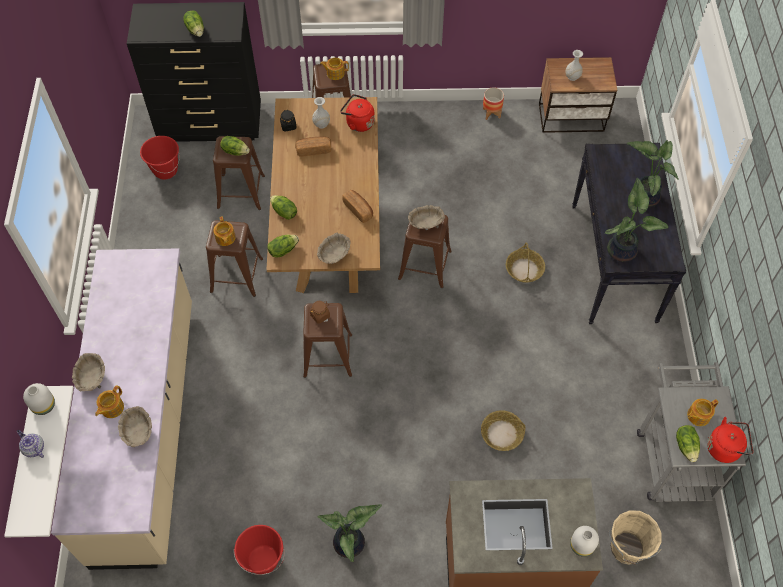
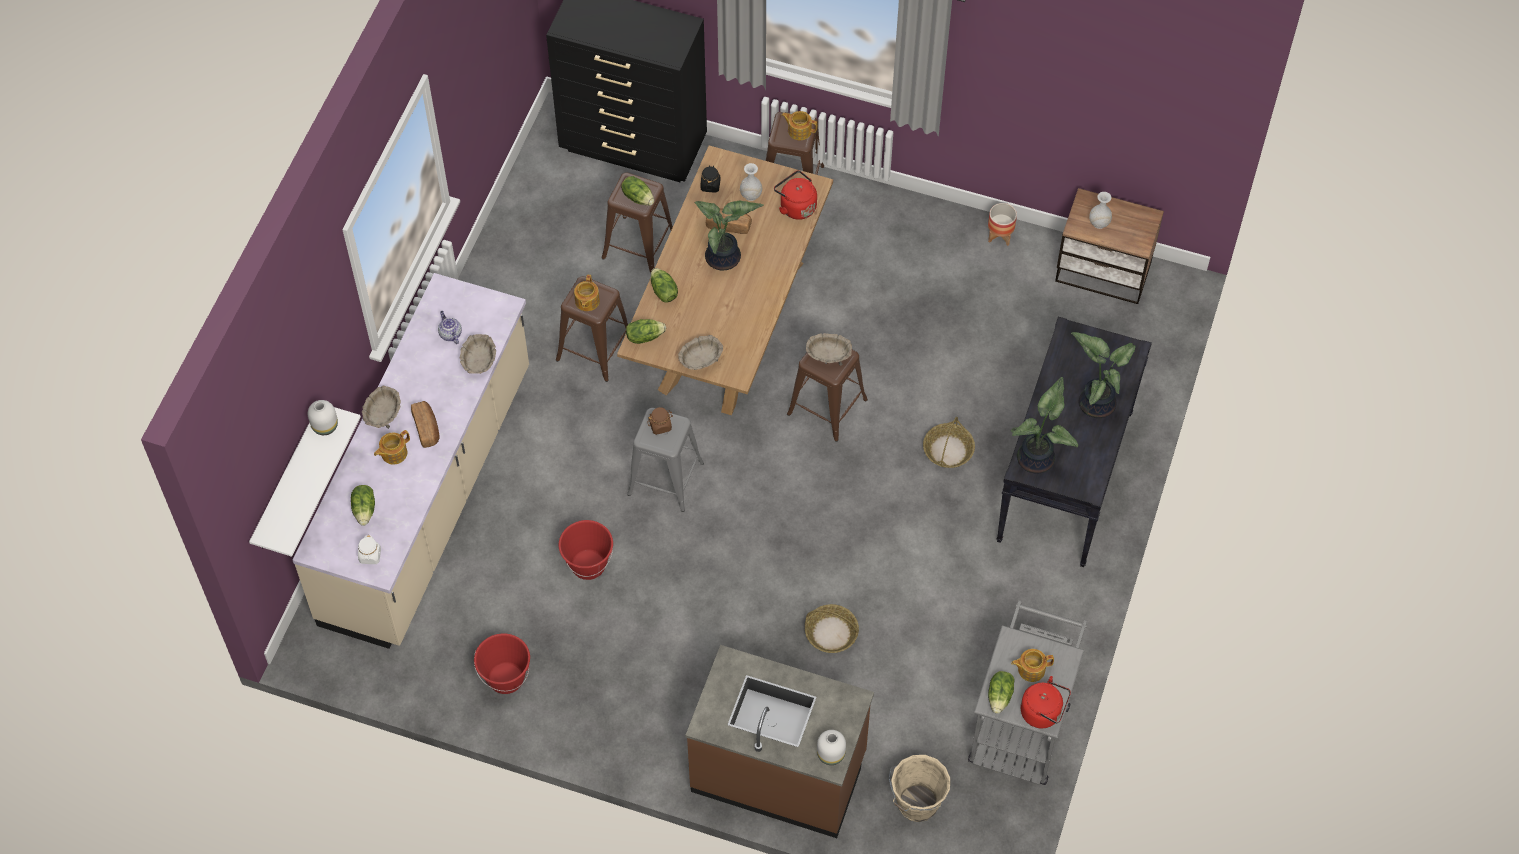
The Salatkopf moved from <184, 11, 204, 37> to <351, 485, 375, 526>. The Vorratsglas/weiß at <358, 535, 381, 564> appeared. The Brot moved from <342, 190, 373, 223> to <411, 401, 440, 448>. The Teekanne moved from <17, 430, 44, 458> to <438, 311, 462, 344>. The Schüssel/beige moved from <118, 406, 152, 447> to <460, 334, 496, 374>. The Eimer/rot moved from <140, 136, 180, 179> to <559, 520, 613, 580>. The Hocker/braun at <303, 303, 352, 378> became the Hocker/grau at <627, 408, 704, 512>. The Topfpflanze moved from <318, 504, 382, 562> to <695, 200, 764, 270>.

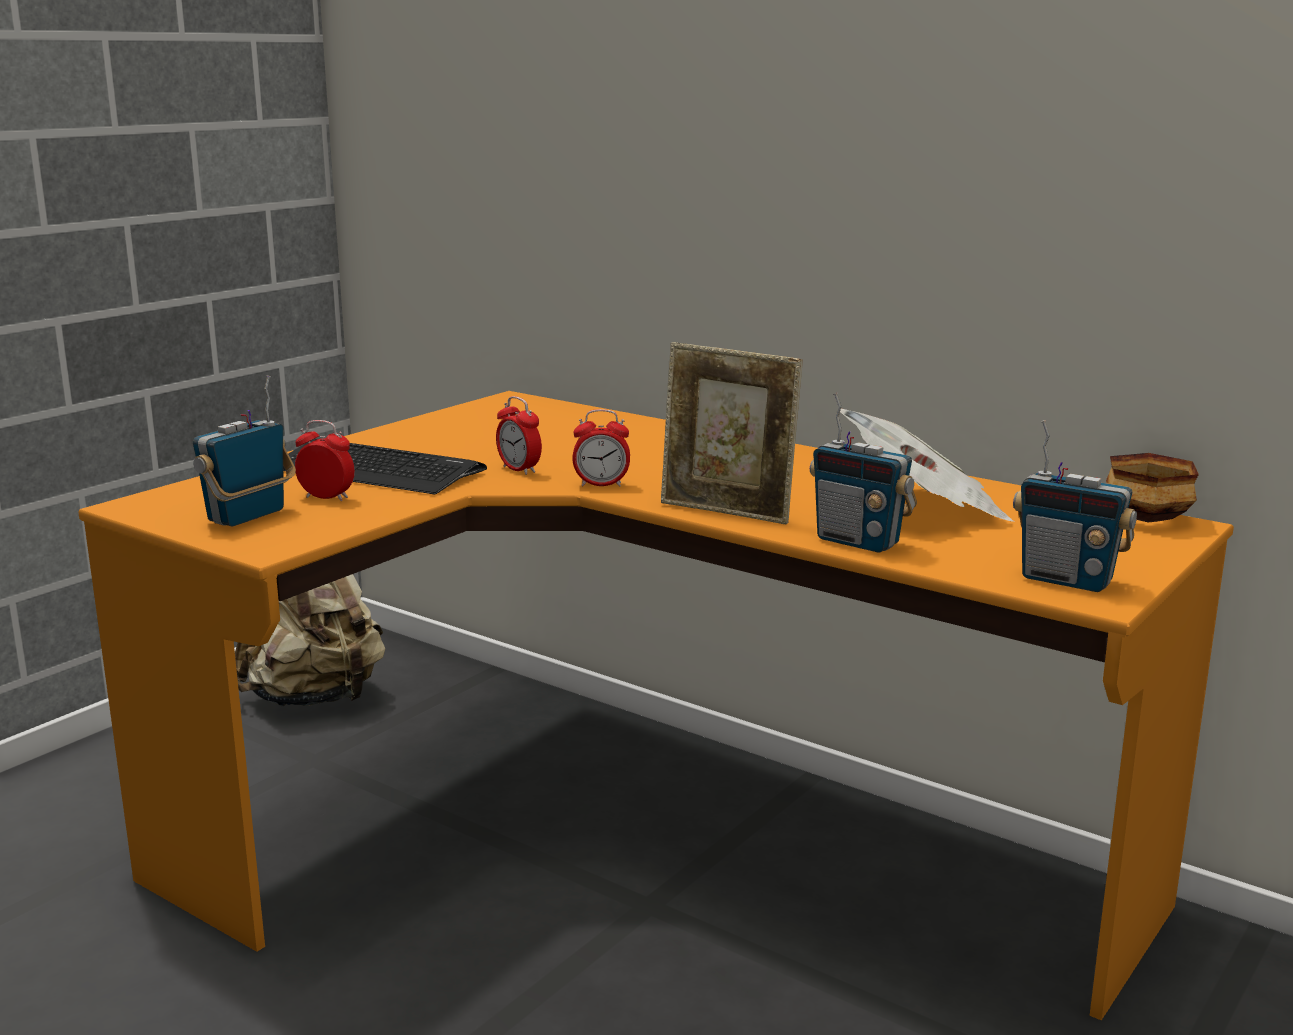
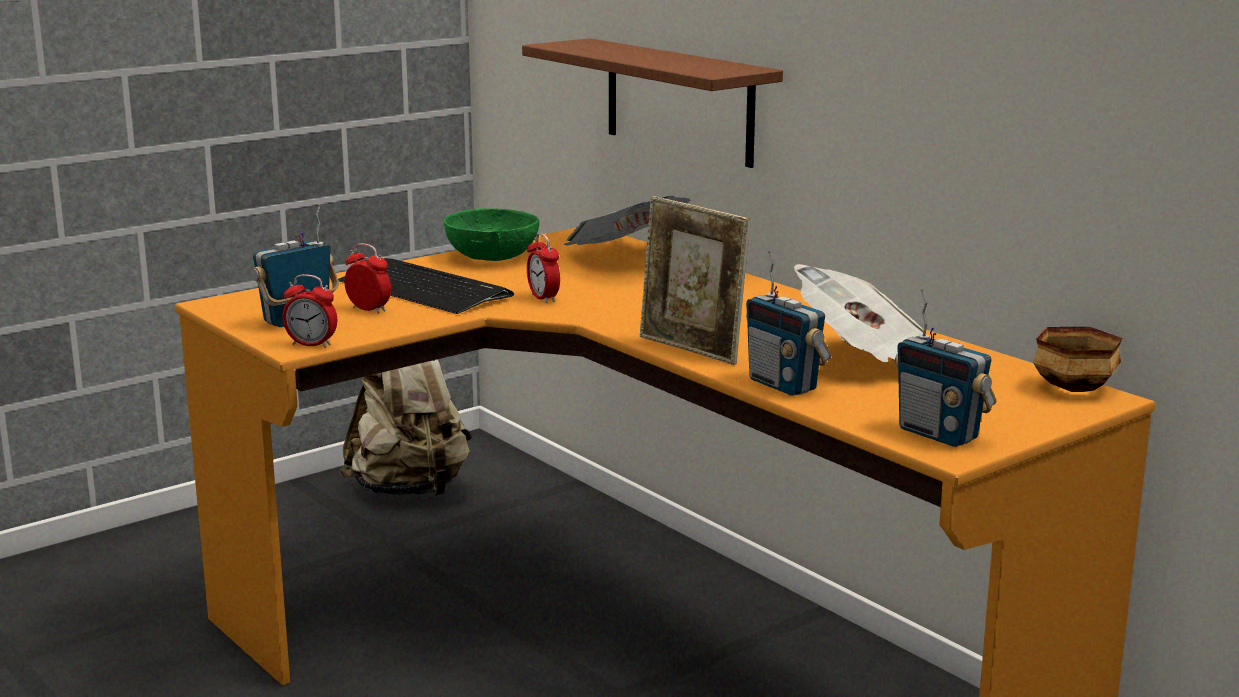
The Wecker moved from <572, 409, 630, 487> to <282, 274, 337, 348>. The Schüssel/grün at <443, 208, 539, 261> appeared. The Wandregal/braun at <522, 38, 783, 168> appeared. The Zeitung at <564, 196, 690, 245> appeared.

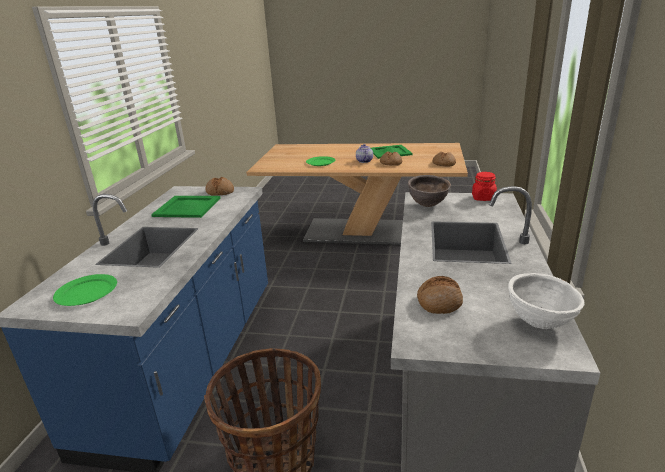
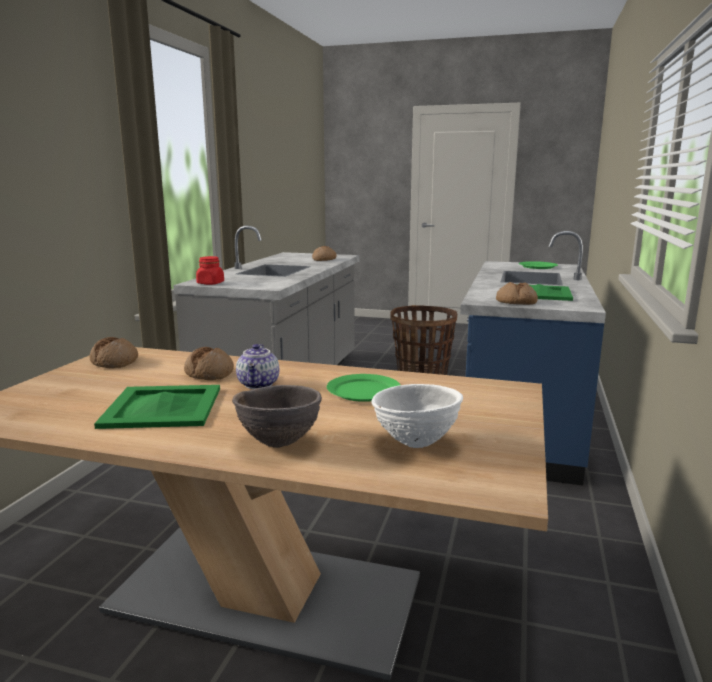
The Schüssel/braun moved from <408, 175, 451, 207> to <232, 385, 322, 448>. The Schüssel/weiß moved from <508, 273, 585, 329> to <371, 384, 463, 448>.

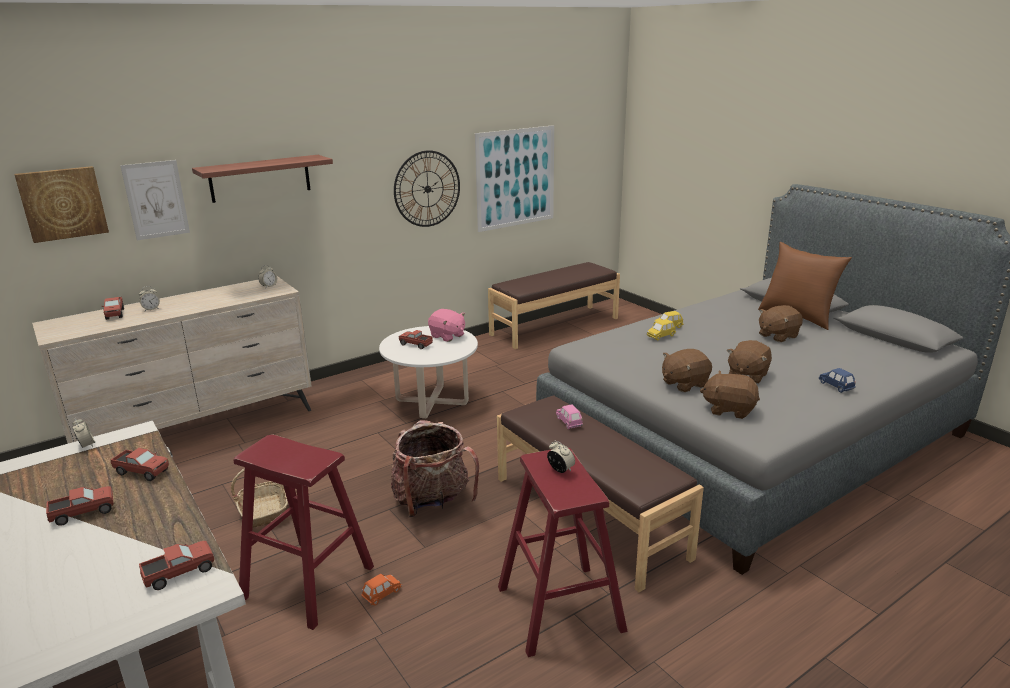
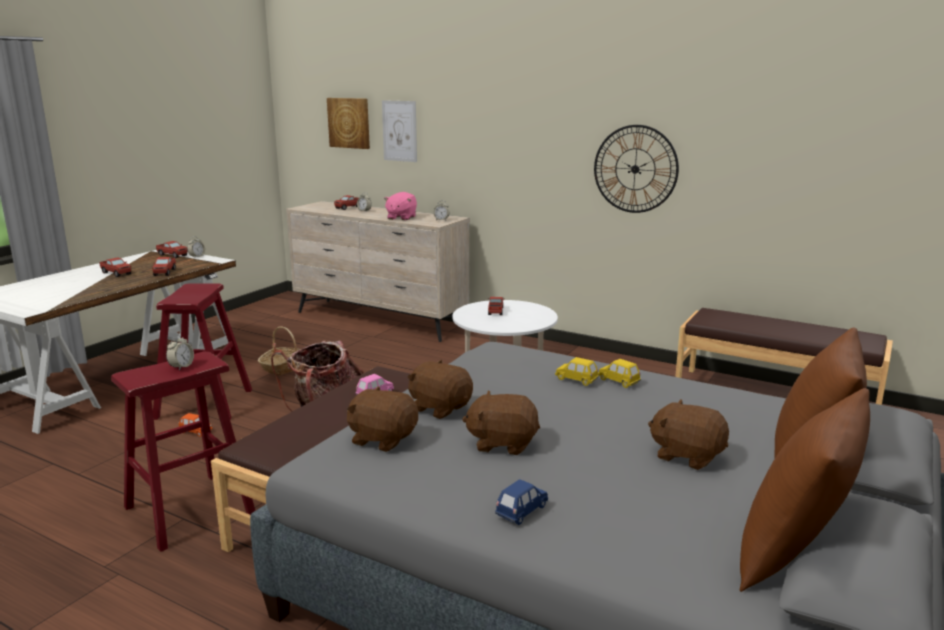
The Spielzeuglaster moved from <139, 541, 214, 590> to <156, 241, 188, 258>. The Plüschtier/braun at <700, 371, 760, 419> turned 60 degrees counterclockwise. The Plüschtier/rosa moved from <428, 309, 465, 342> to <384, 192, 417, 220>. The Kissen/braun at <740, 388, 870, 592> appeared. The Wandregal at <192, 155, 333, 203> disappeared. The Bild at <475, 125, 554, 232> disappeared.

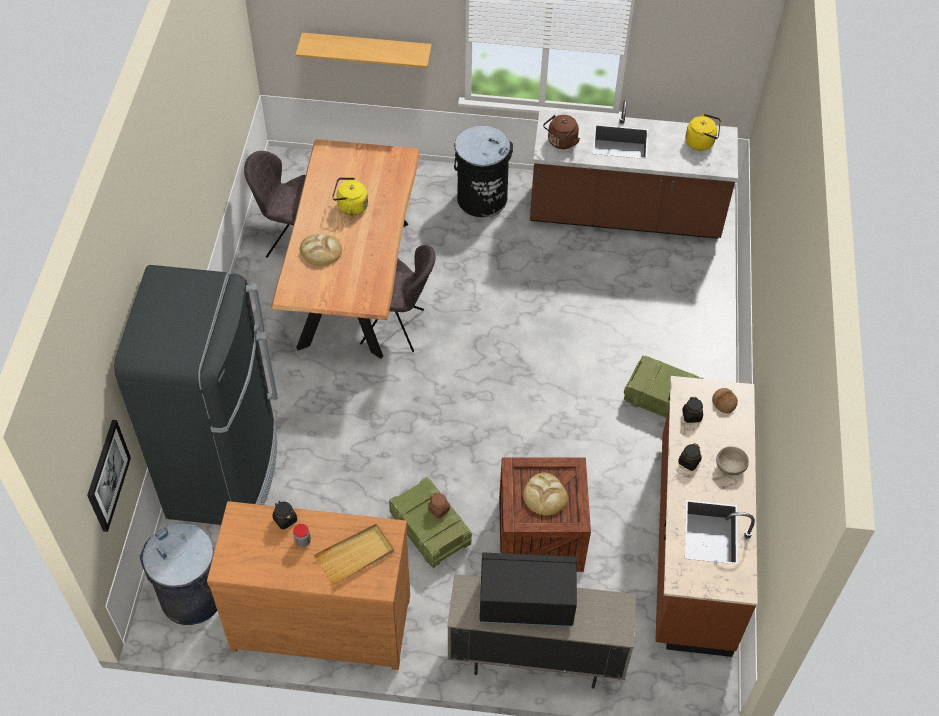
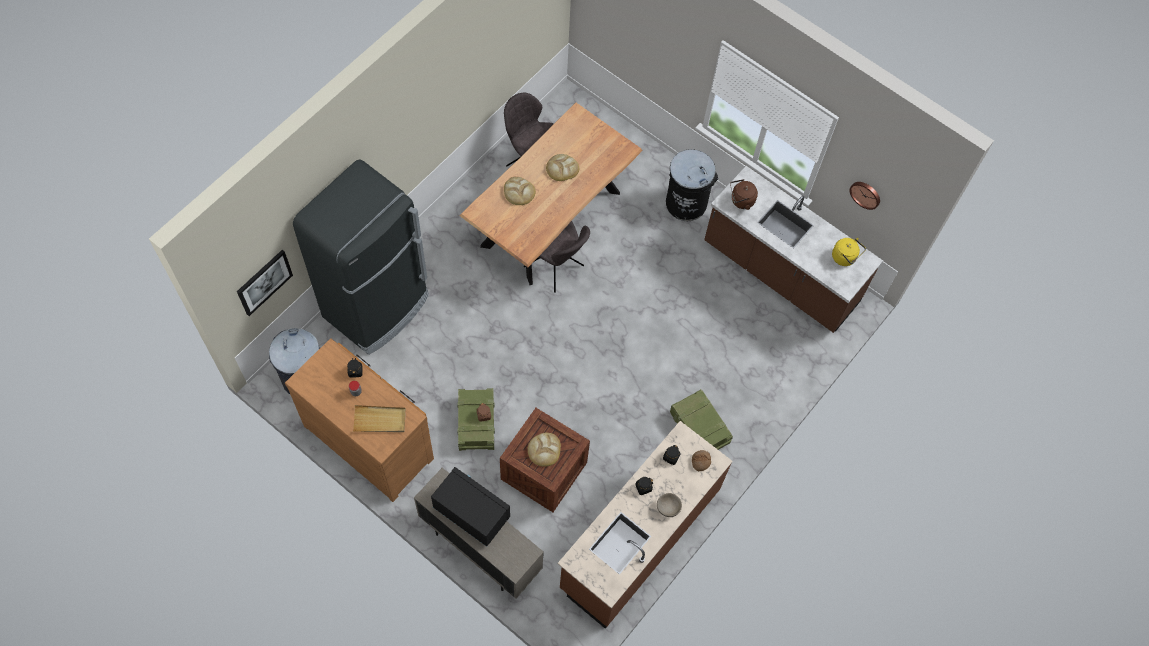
The Wasserkessel/gelb at <332, 177, 368, 215> was replaced by the Brot at <546, 154, 579, 181>. The Wanduhr at <850, 182, 880, 210> appeared. The Wandregal at <296, 33, 432, 68> disappeared.

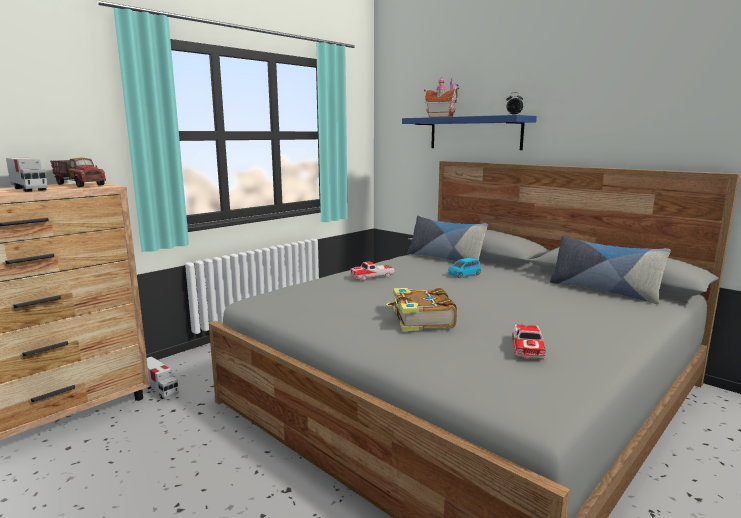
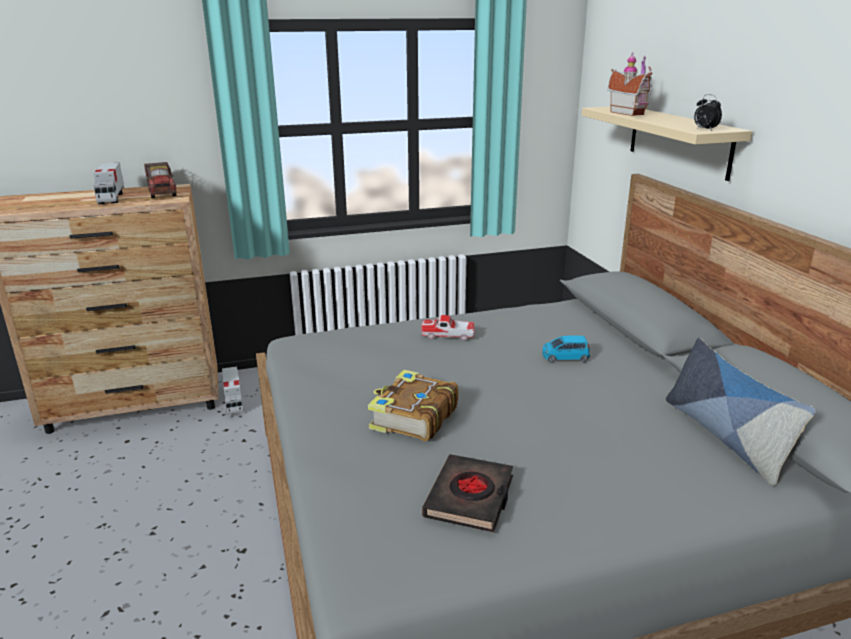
The Spielzeugauto at <512, 324, 546, 358> was replaced by the Buch/schwarz at <422, 454, 513, 532>. The Wandregal/blau at <402, 115, 537, 150> became the Wandregal/beige at <582, 107, 753, 181>. The Kissen at <408, 216, 488, 261> disappeared.

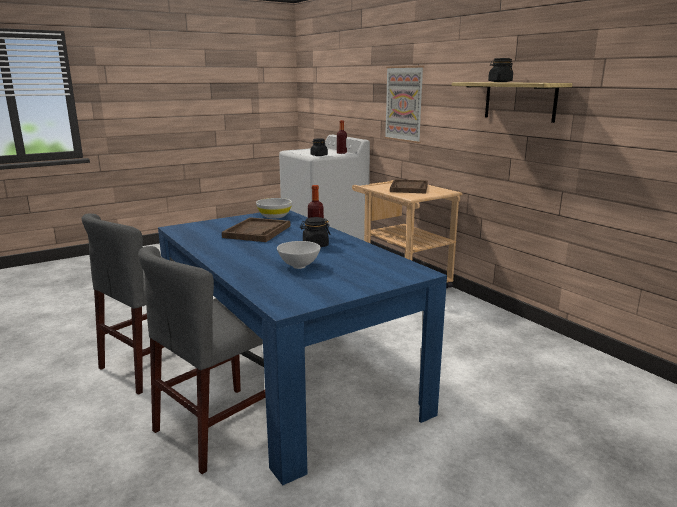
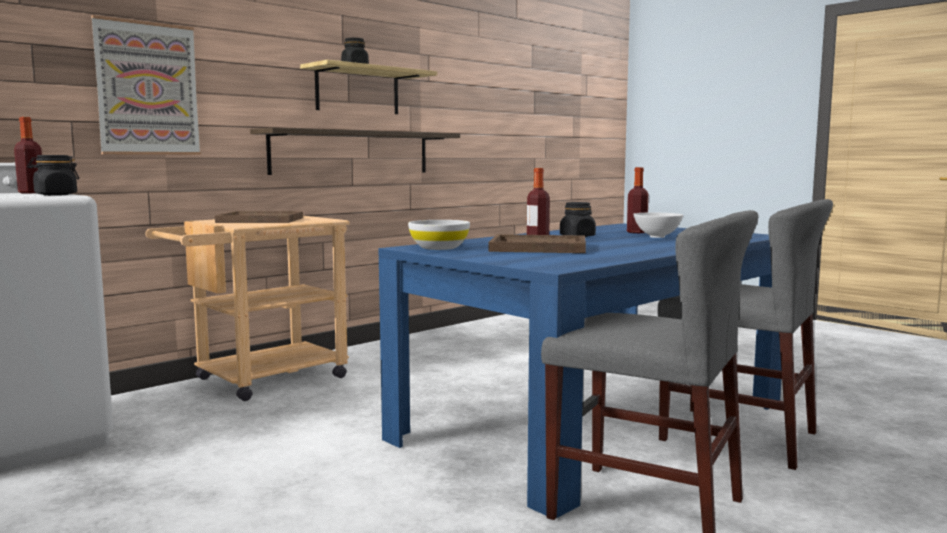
The Wandregal at <250, 128, 460, 175> appeared. The Flasche at <627, 167, 649, 233> appeared.

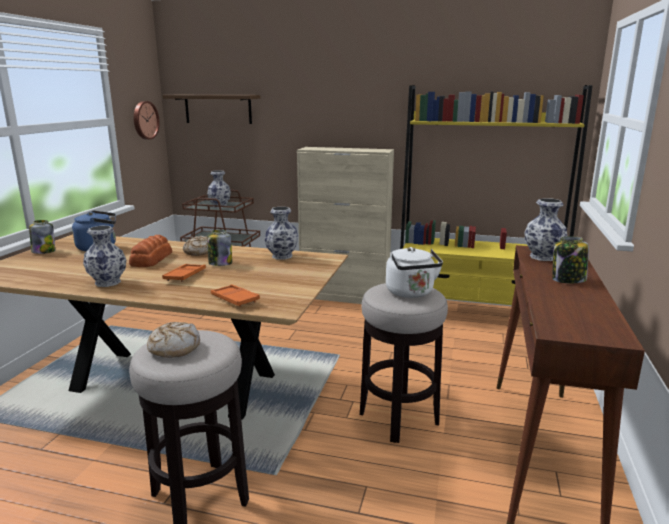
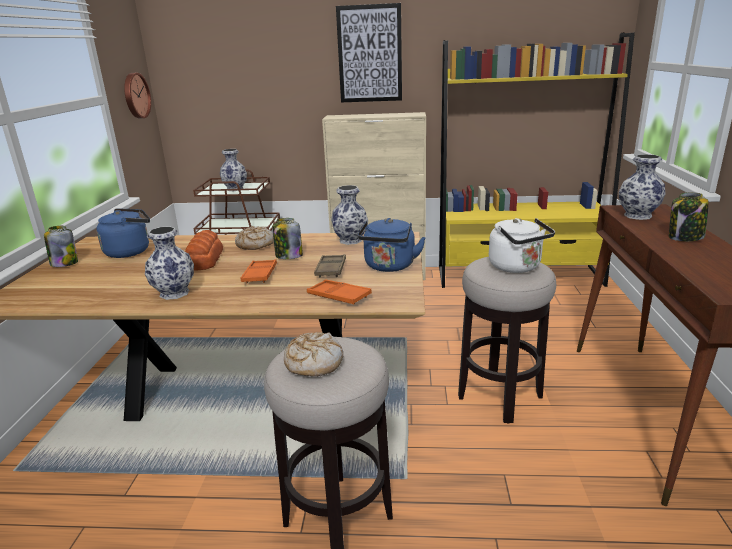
The Tablett/braun at <314, 254, 346, 277> appeared. The Bild at <336, 3, 402, 102> appeared. The Wasserkessel/blau at <358, 218, 426, 272> appeared. The Wandregal/braun at <163, 95, 261, 124> disappeared.

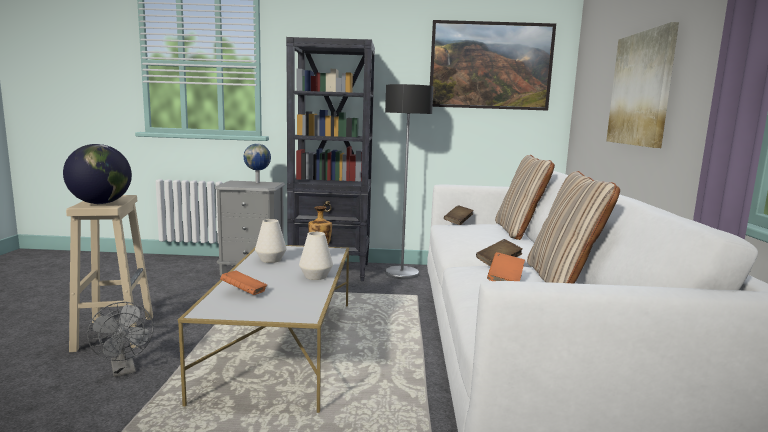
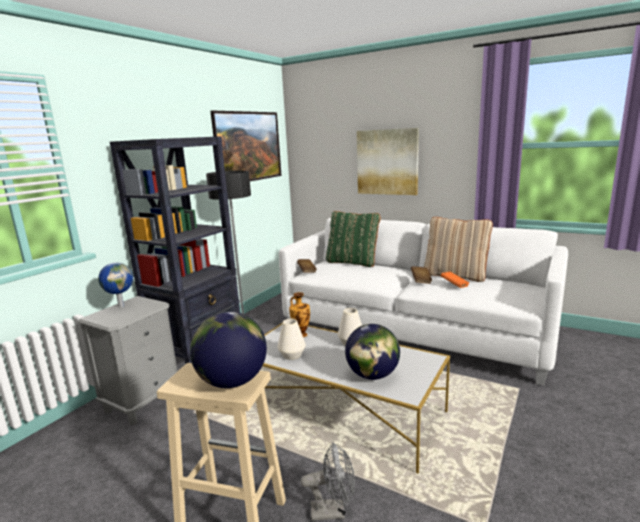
The Kissen/beige at <495, 155, 555, 240> became the Kissen/grün at <326, 211, 381, 267>. The Buch/orange at <220, 270, 267, 295> was replaced by the Globus at <345, 324, 400, 380>.

